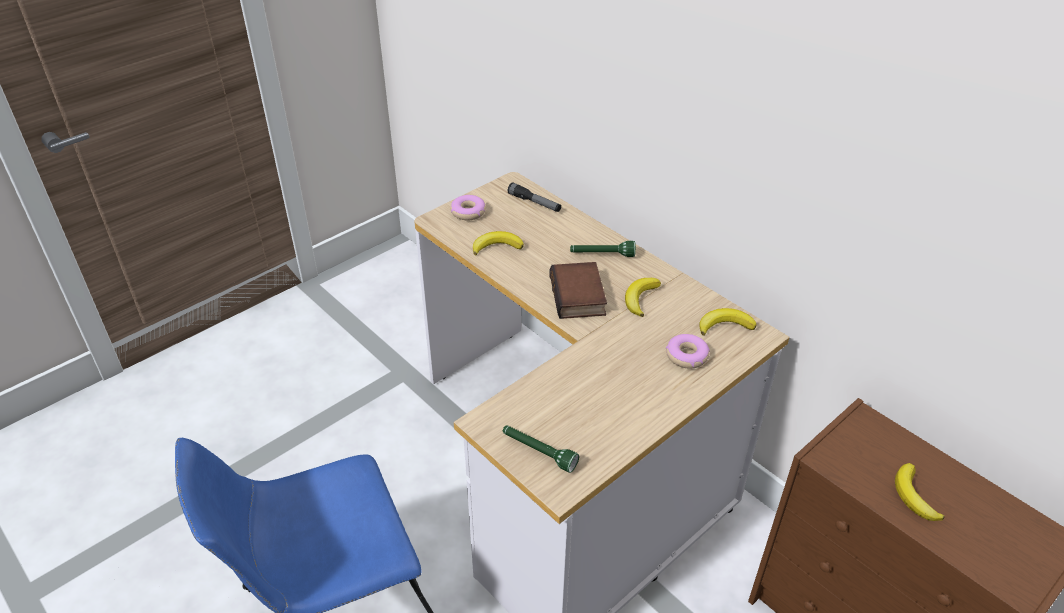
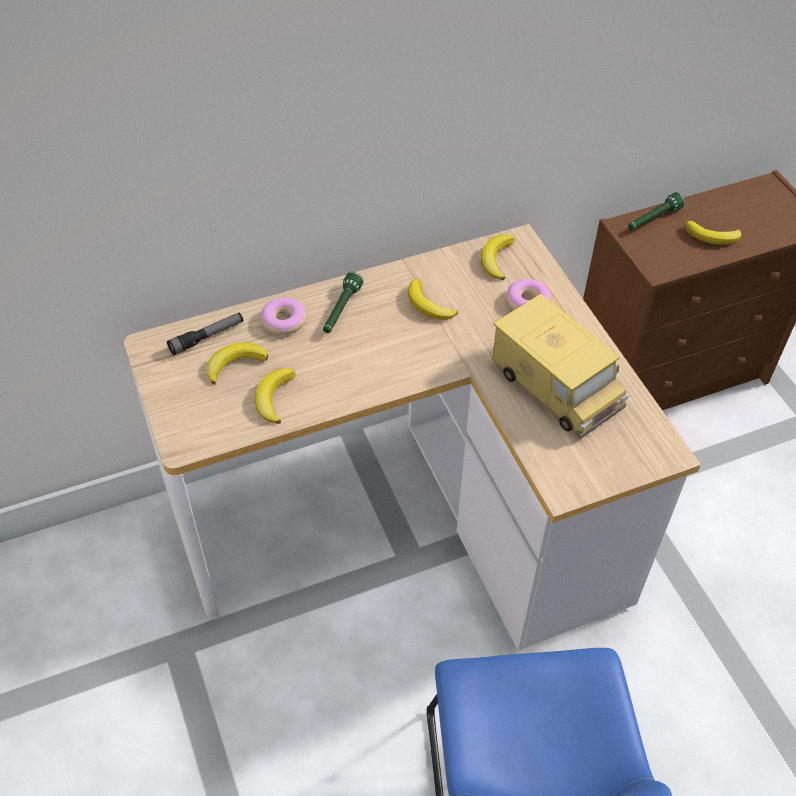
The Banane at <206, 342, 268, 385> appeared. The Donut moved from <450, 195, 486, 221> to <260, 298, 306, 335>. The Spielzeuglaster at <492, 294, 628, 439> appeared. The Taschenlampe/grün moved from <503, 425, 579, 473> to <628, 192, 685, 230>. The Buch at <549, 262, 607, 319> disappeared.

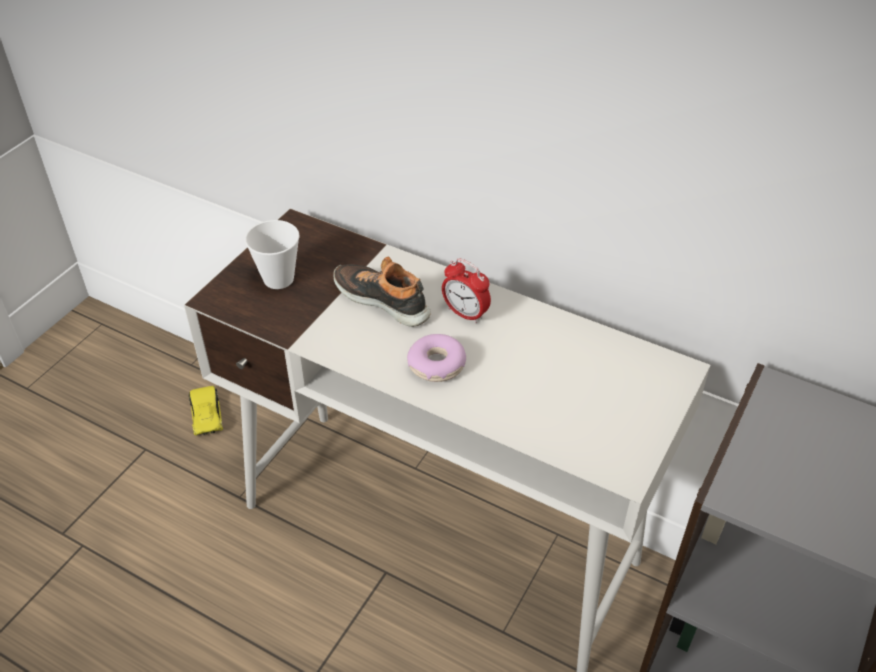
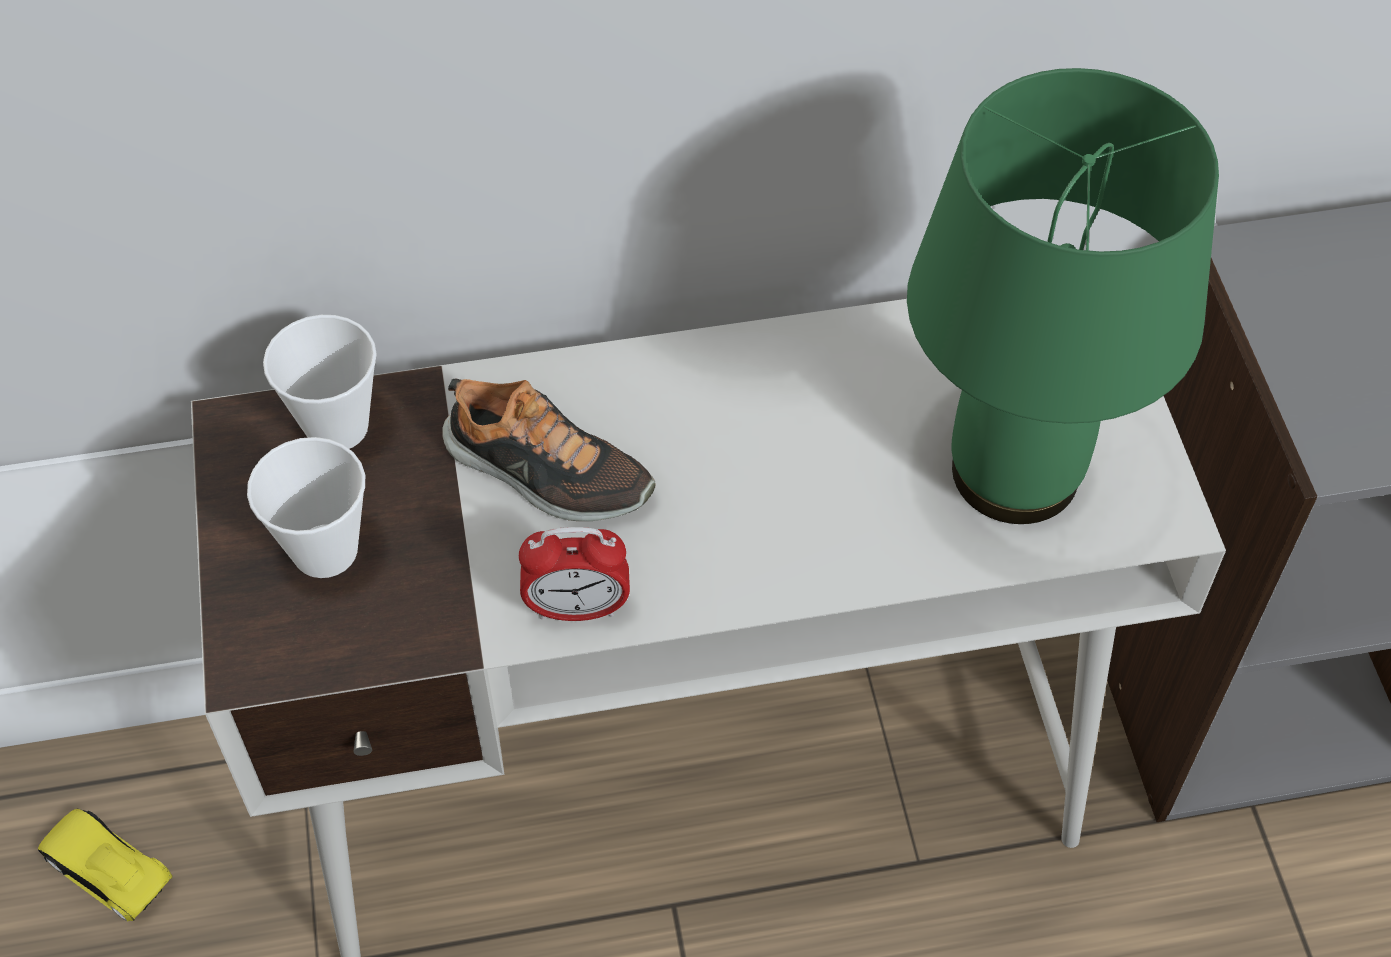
The Tasse at <263, 315, 377, 449> appeared. The Schuh at <333, 257, 431, 327> turned 150 degrees counterclockwise. The Wecker moved from <442, 259, 491, 324> to <519, 527, 630, 621>. The Tischlampe/grün at <907, 68, 1219, 524> appeared. The Donut at <407, 334, 466, 382> disappeared.

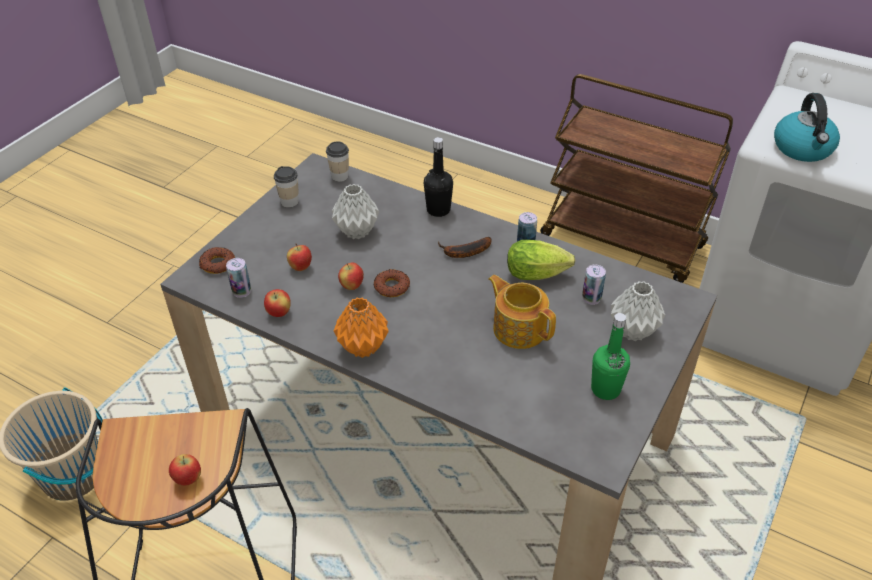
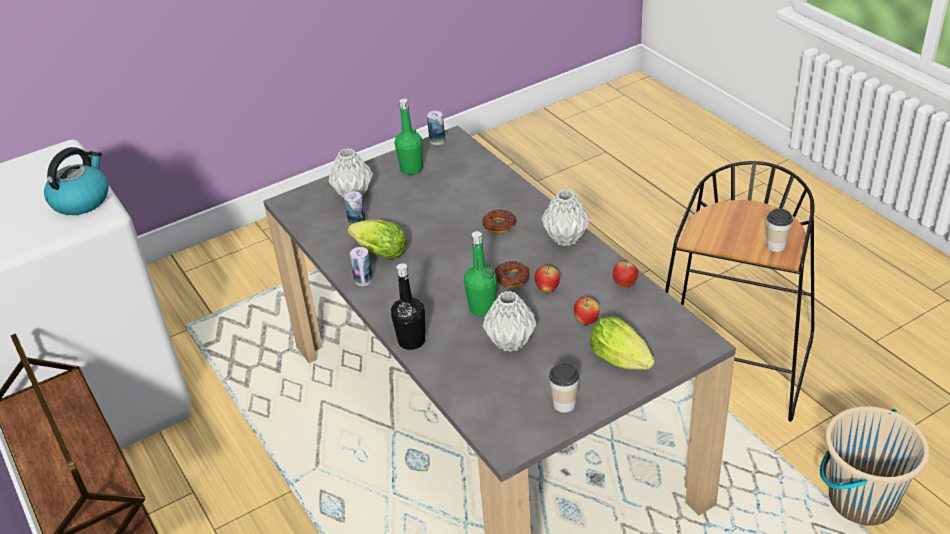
The Dose moved from <226, 258, 251, 298> to <427, 111, 445, 145>. The Flasche/grün at <464, 231, 497, 317> appeared. The Donut moved from <199, 247, 235, 274> to <482, 209, 516, 233>. The Vase/orange at <334, 297, 389, 358> became the Vase/grau at <542, 190, 590, 246>. The Salatkopf at <590, 316, 655, 370> appeared. The Tasse moved from <326, 141, 349, 182> to <767, 209, 793, 252>. The Apfel at <169, 454, 201, 486> disappeared. The Banane at <438, 237, 491, 258> disappeared. The Teekanne at <488, 275, 556, 349> disappeared.

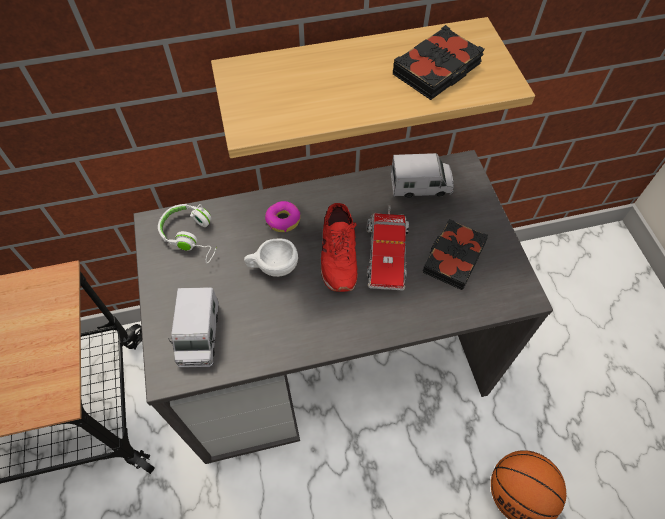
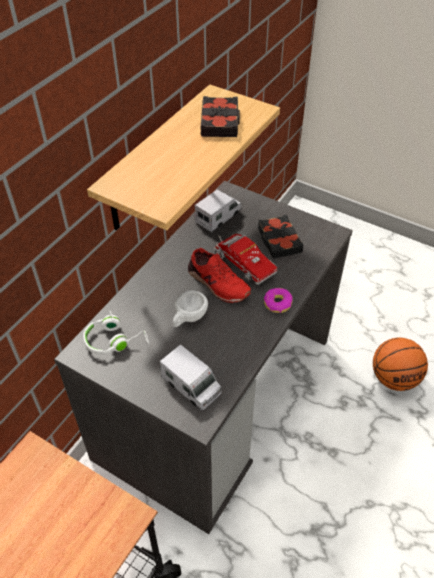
The Donut moved from <265, 201, 301, 232> to <264, 288, 293, 313>.

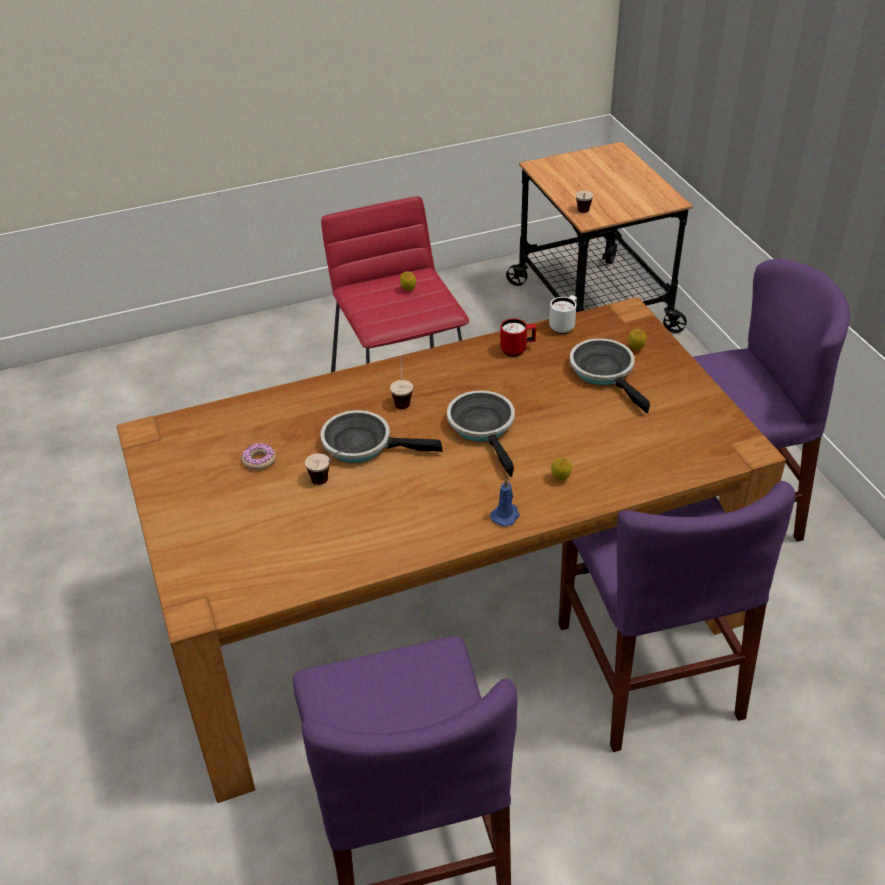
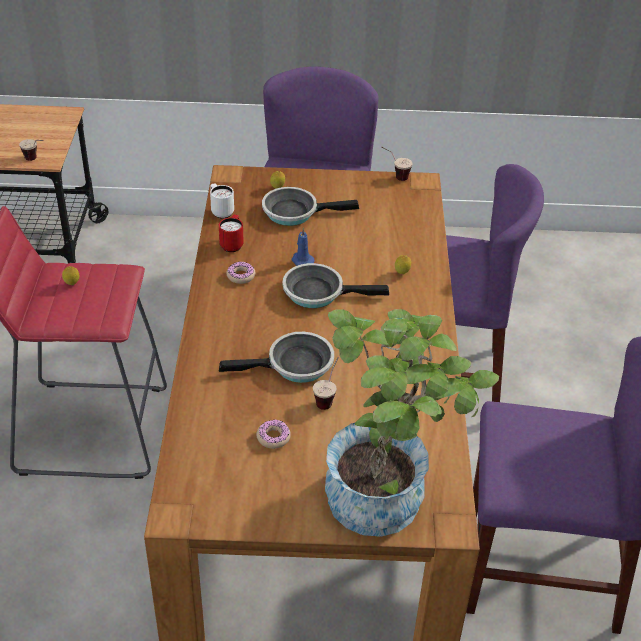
The Pfanne at <320, 410, 443, 463> turned 135 degrees counterclockwise. The Donut at <226, 262, 255, 284> appeared. The Kerze/blau moved from <490, 478, 520, 527> to <291, 228, 314, 266>. The Topfpflanze at <325, 309, 499, 537> appeared. The Tasse moved from <390, 356, 413, 409> to <382, 147, 413, 181>.

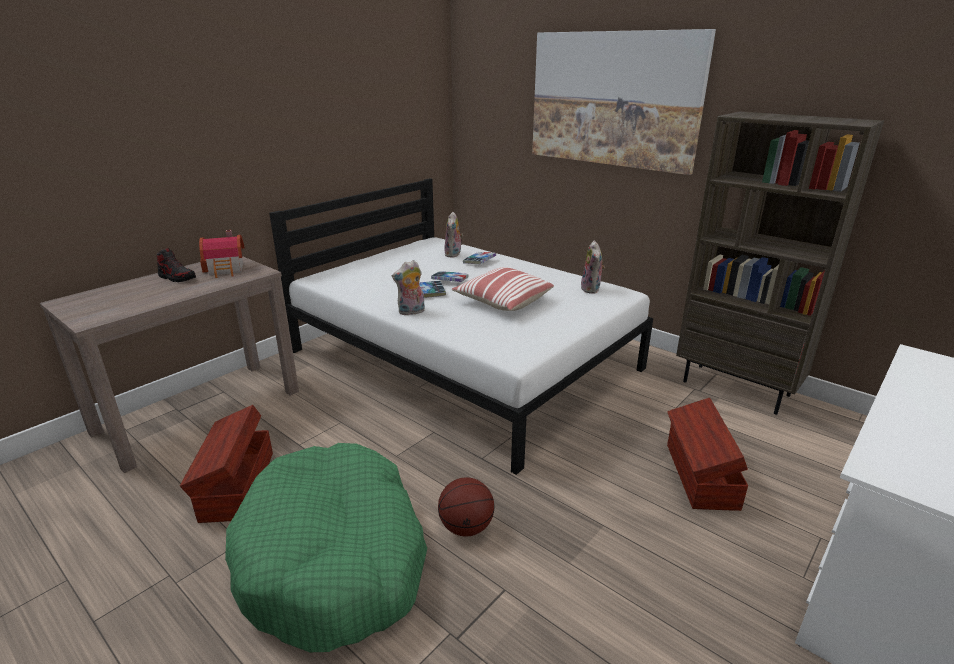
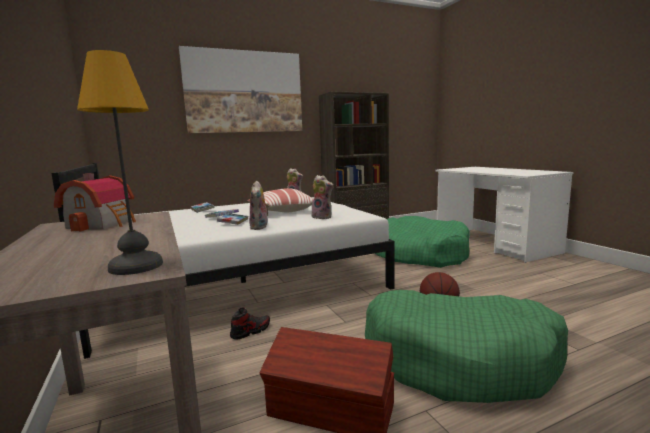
The Tischlampe at <77, 50, 163, 275> appeared. The Schuh moved from <157, 248, 196, 282> to <230, 307, 270, 340>. The Plüschtier moved from <444, 212, 463, 258> to <312, 175, 334, 219>. The Aufbewahrungsbox/braun at <667, 398, 748, 511> was replaced by the Hundebett/grün at <375, 216, 470, 268>.

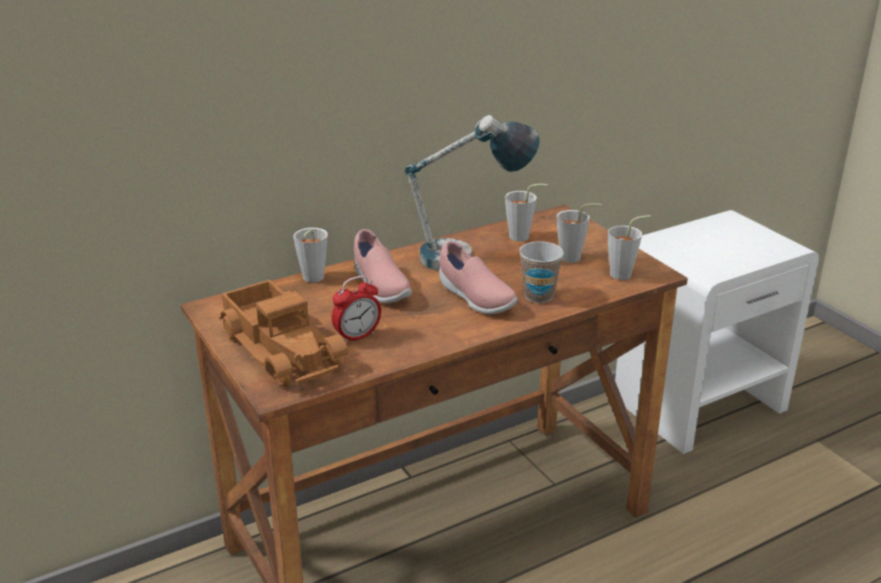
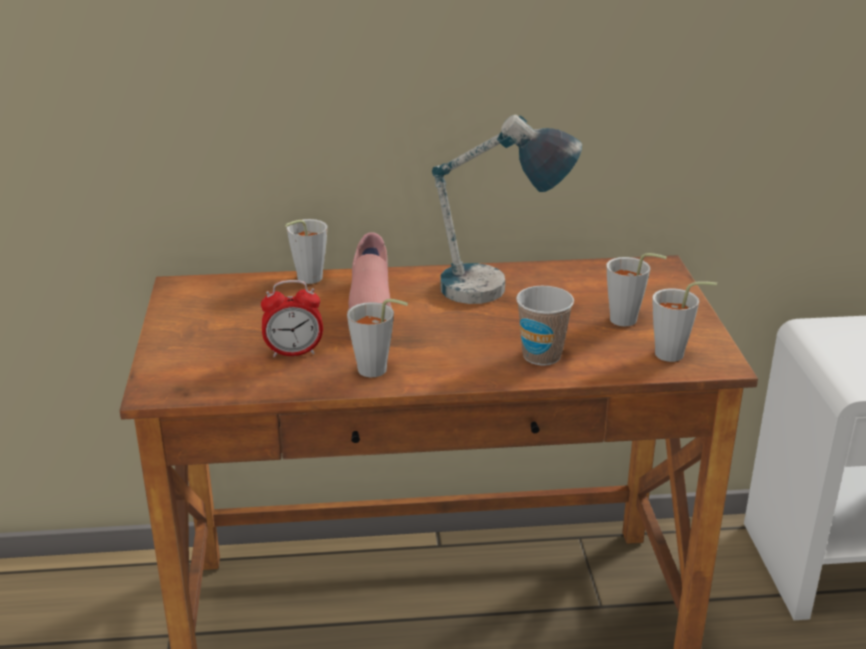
The Tasse/grau moved from <505, 184, 548, 242> to <347, 299, 408, 377>. The Spielzeuglaster at <219, 280, 348, 387> disappeared. The Schuh/rosa at <439, 241, 518, 314> disappeared.

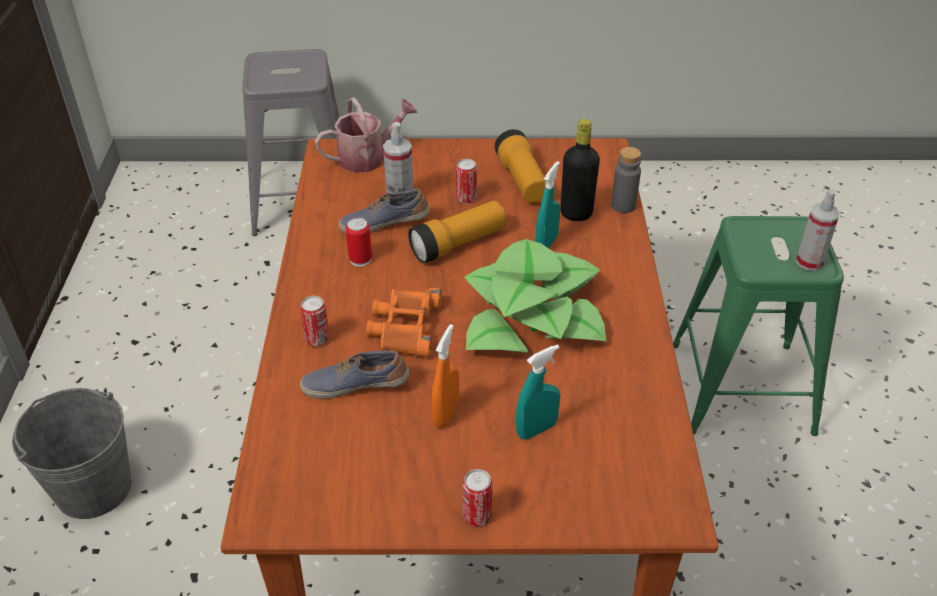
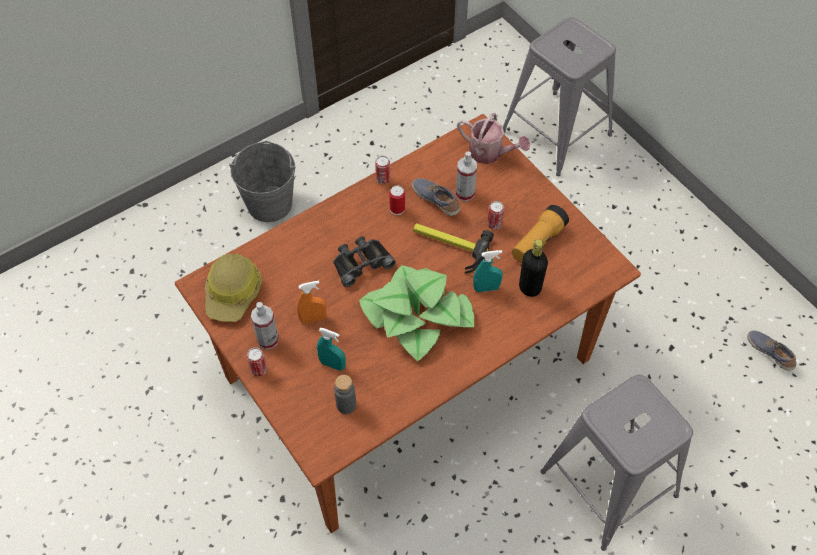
The Schutzhelm at <205, 254, 262, 322> appeared. The Sprühflasche moved from <796, 189, 840, 271> to <251, 302, 279, 350>. The Fernglas/orange at <366, 288, 442, 357> became the Fernglas/schwarz at <333, 236, 396, 287>. The Flasche/grau moved from <611, 147, 641, 213> to <334, 375, 356, 414>. The Dose moved from <300, 296, 329, 347> to <375, 156, 390, 184>. The Taschenlampe at <408, 201, 506, 263> was replaced by the Hammer at <413, 223, 494, 273>. The Hocker/grün at <673, 216, 844, 436> became the Hocker/grau at <540, 375, 693, 551>. The Schuh moved from <300, 350, 409, 399> to <747, 330, 797, 371>.

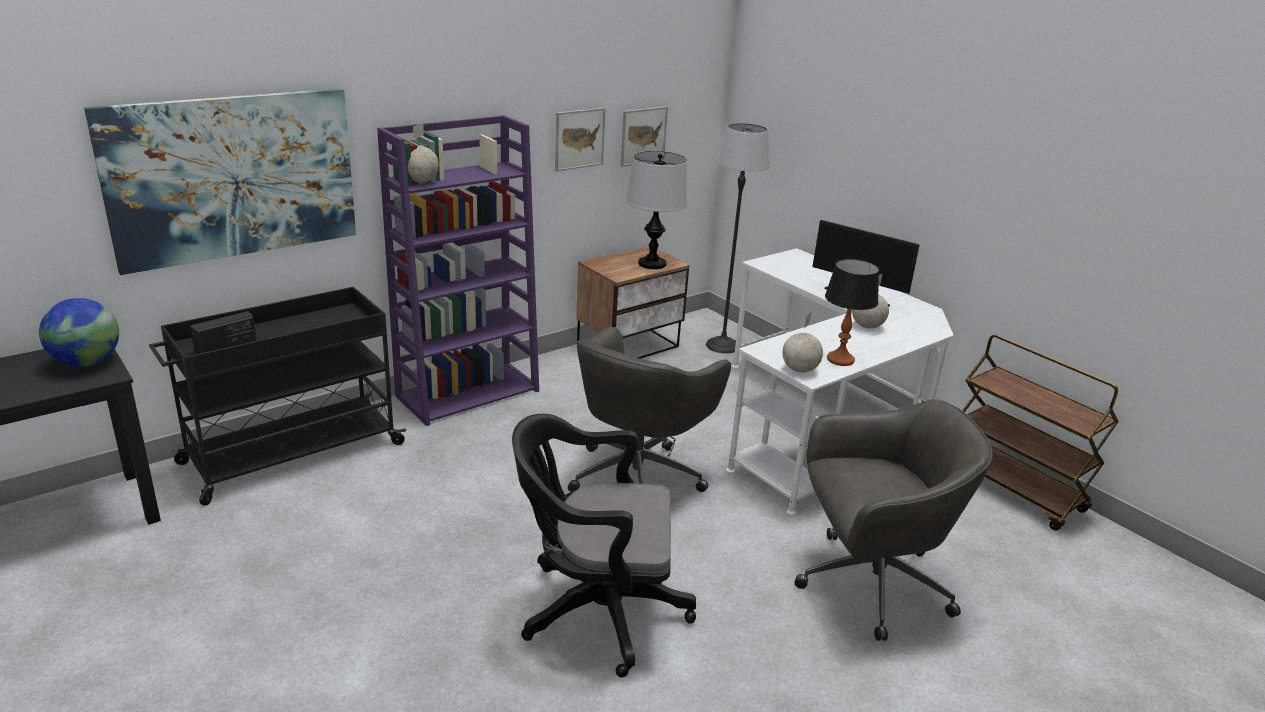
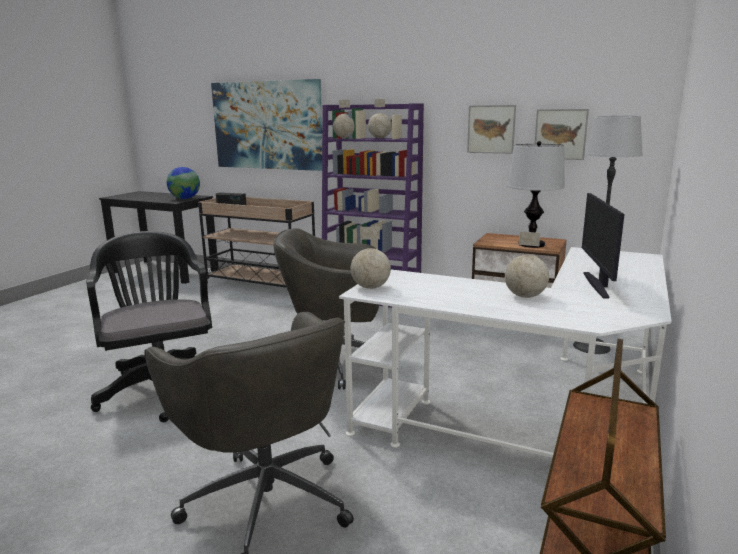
The Rollwagen/schwarz at <149, 287, 406, 506> became the Rollwagen/beige at <198, 197, 315, 288>. The Globus at <368, 99, 392, 138> appeared. The Tischlampe at <825, 259, 879, 366> disappeared.

